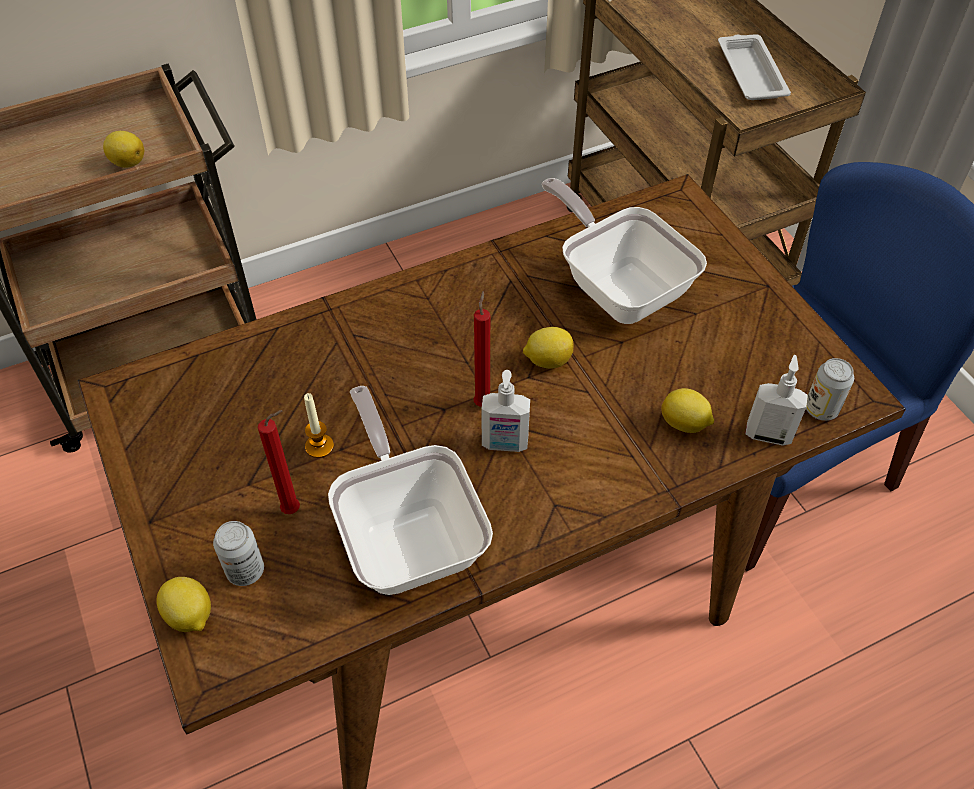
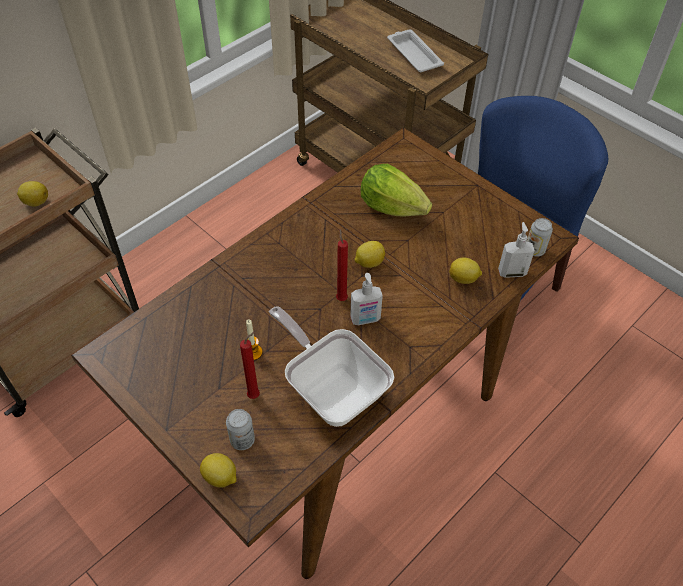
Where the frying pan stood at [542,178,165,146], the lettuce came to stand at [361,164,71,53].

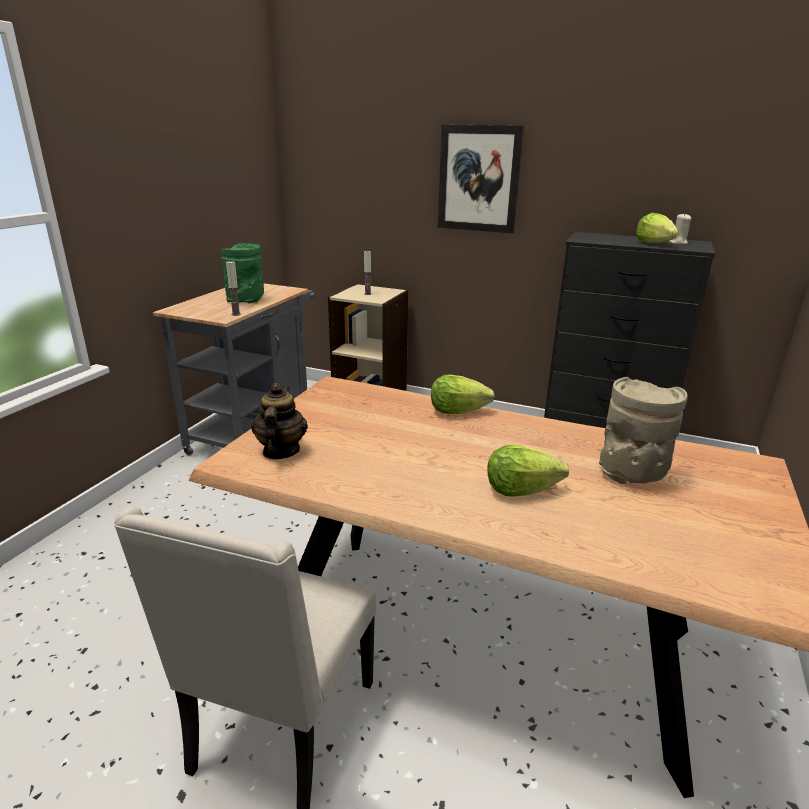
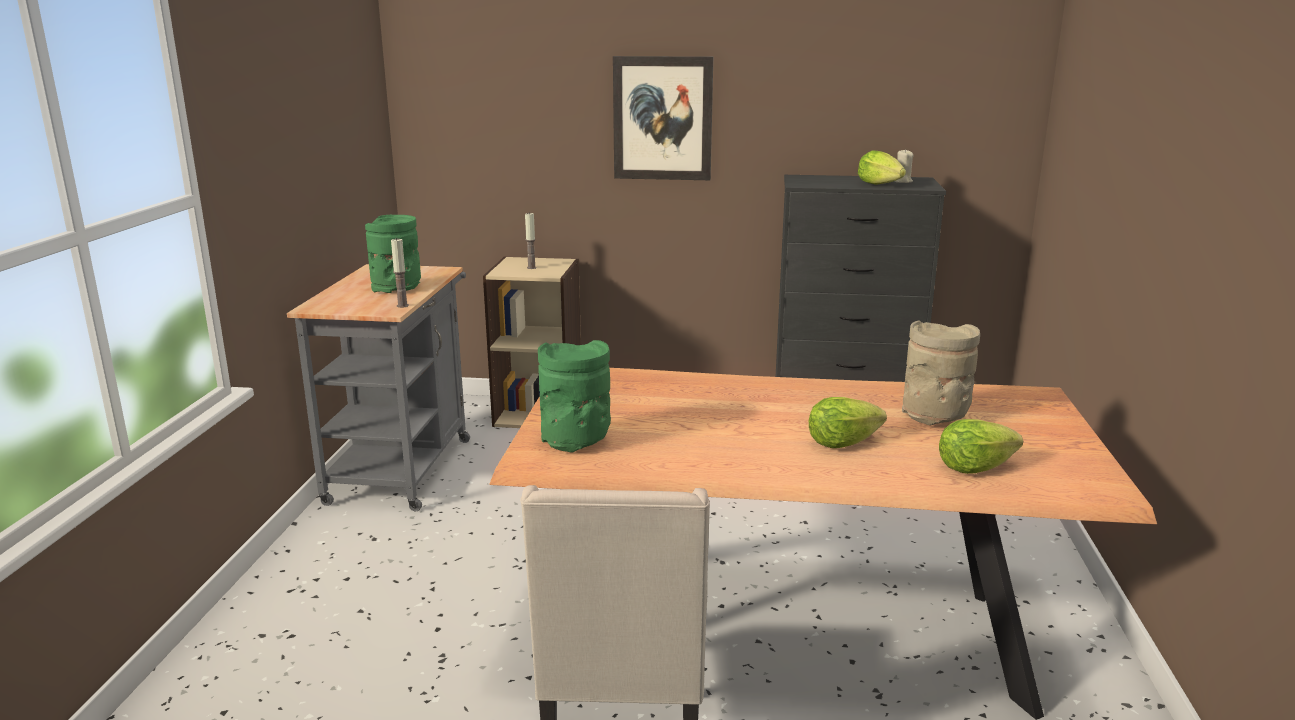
Where the teapot stood at [251,383,57,76], the vase (green) came to stand at [538,340,73,113].
The lettuce ended up elsewhere, having gone from [431,375,64,39] to [939,419,84,55].

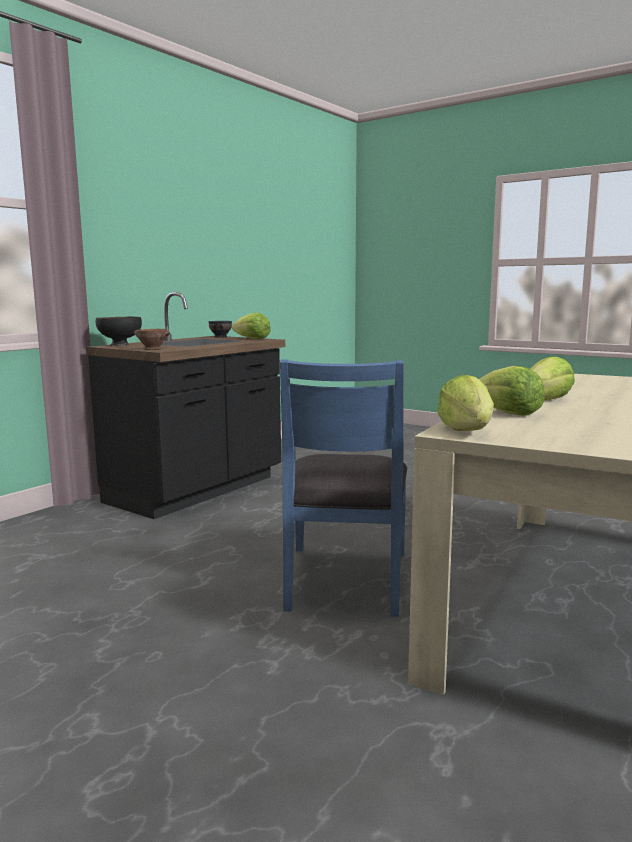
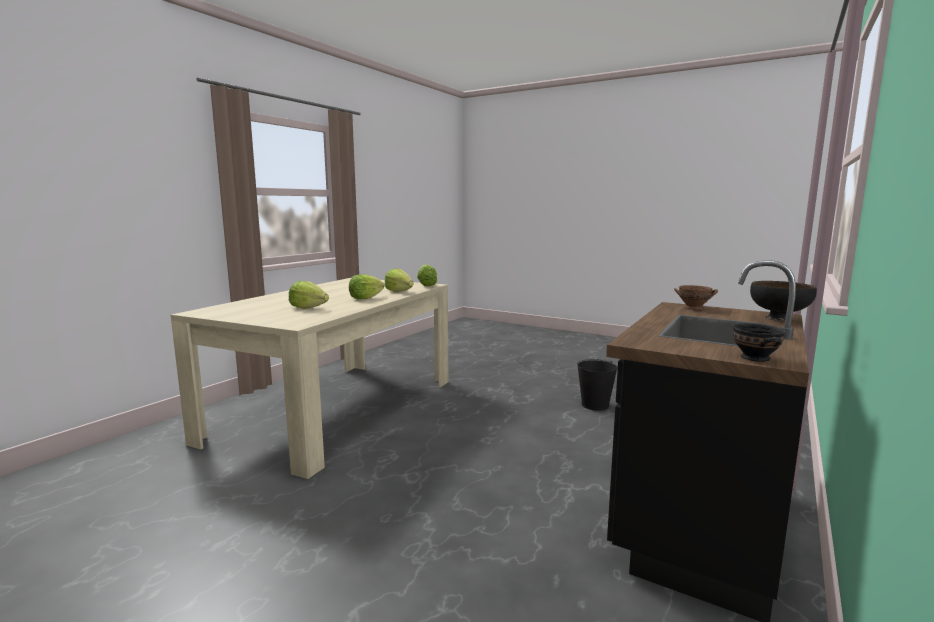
The lettuce ended up elsewhere, having gone from [232,313,39,26] to [289,281,40,28].
The second view gained the bucket (black) at [577,359,41,51].
The second view lost the chair (blue) at [280,359,127,258].

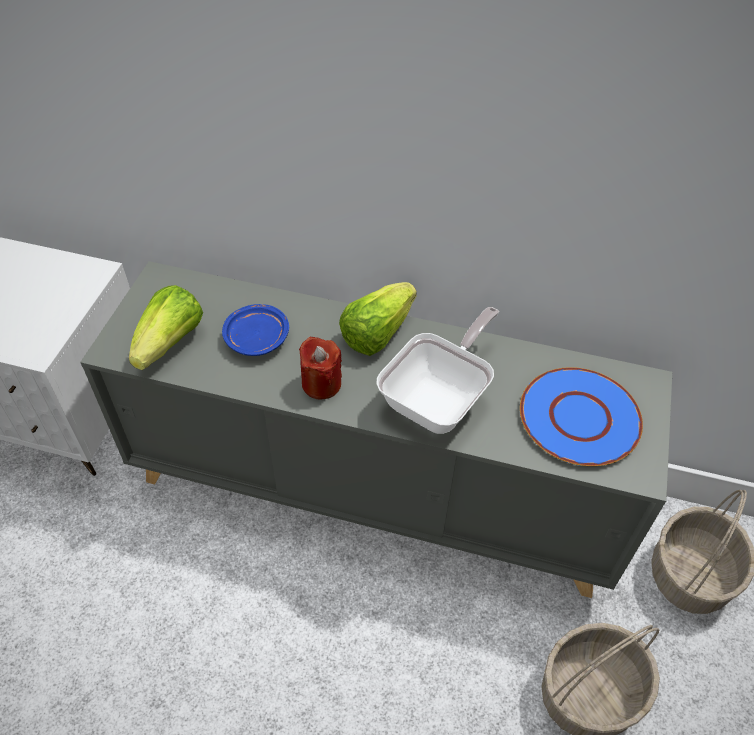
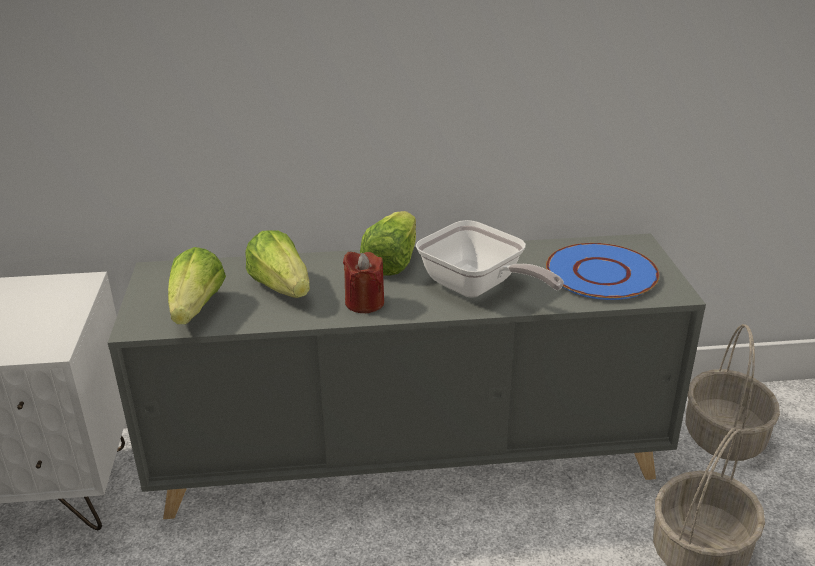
Where the plate (blue) stood at [222,304,67,52], the lettuce came to stand at [245,230,65,68].
The frying pan at [376,307,123,127] ended up facing another way, 120 degrees clockwise from before.

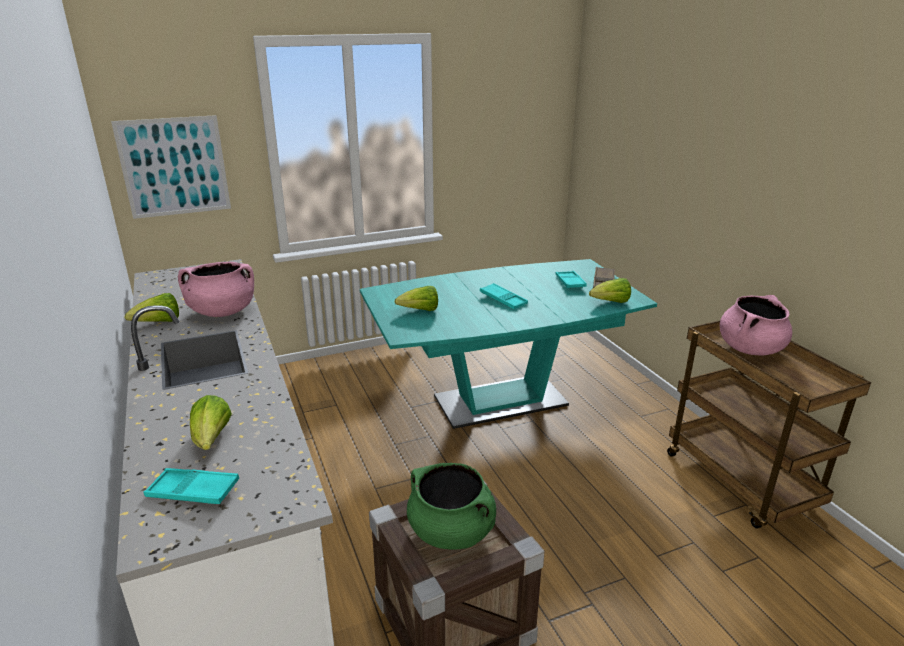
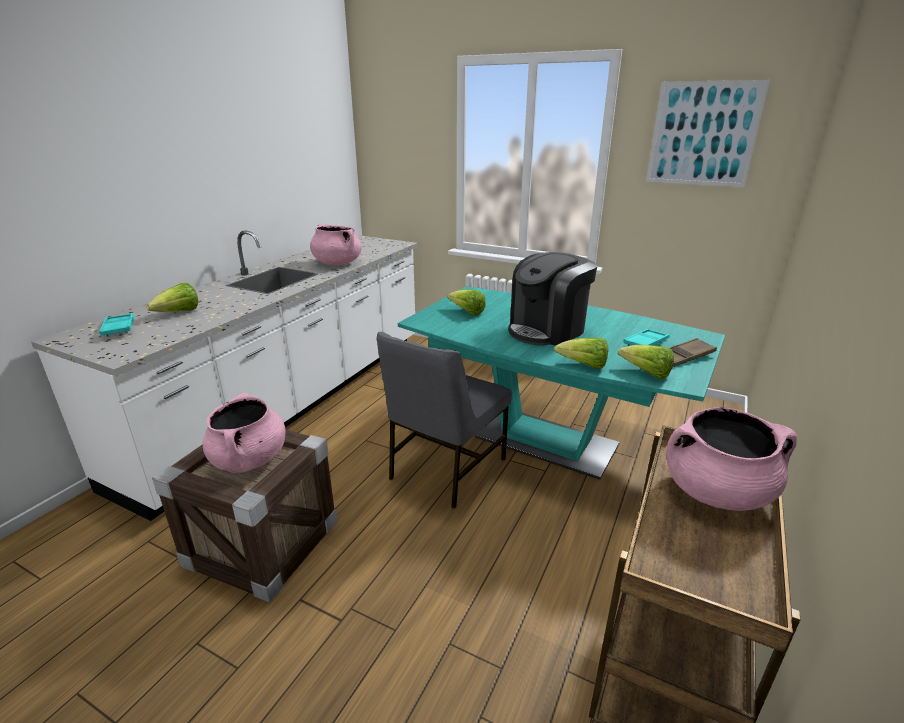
What was the cooking pot (green) at [407,463,89,87] turned into the cooking pot (pink) at [203,393,83,80].
The second view gained the chair (grey) at [377,332,135,177].
Where the tray (turquoise) stood at [480,283,48,26], the coffee machine came to stand at [508,252,89,94].
The lettuce ended up elsewhere, having gone from [124,293,55,29] to [554,338,54,31].
The picture ended up elsewhere, having gone from [111,115,120,104] to [646,80,124,107].

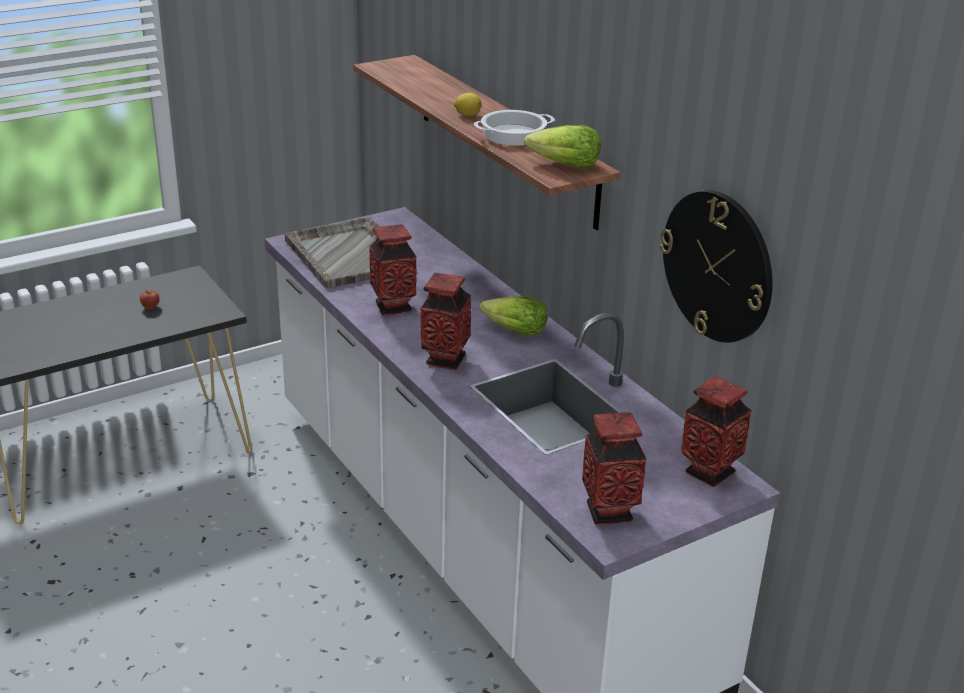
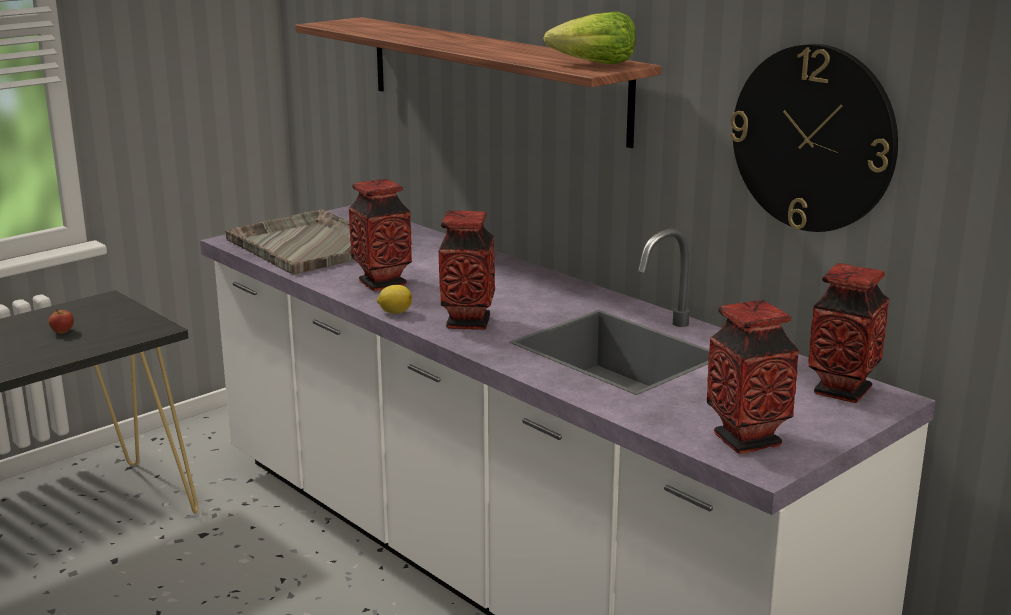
The lemon ended up elsewhere, having gone from [454,93,28,23] to [377,285,35,29].
The second view lost the cooking pot at [474,110,81,36].
The second view lost the lettuce at [480,296,67,40].

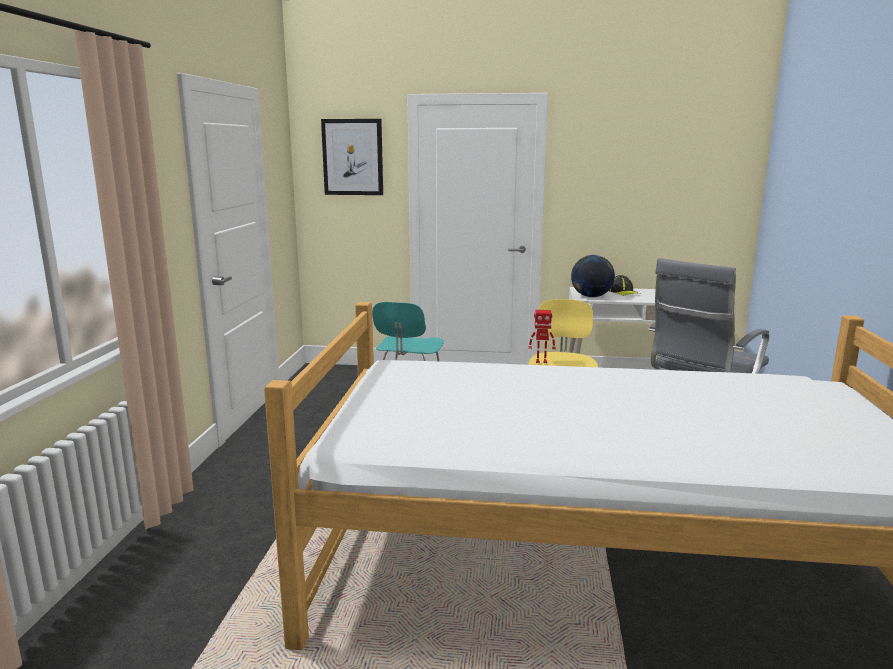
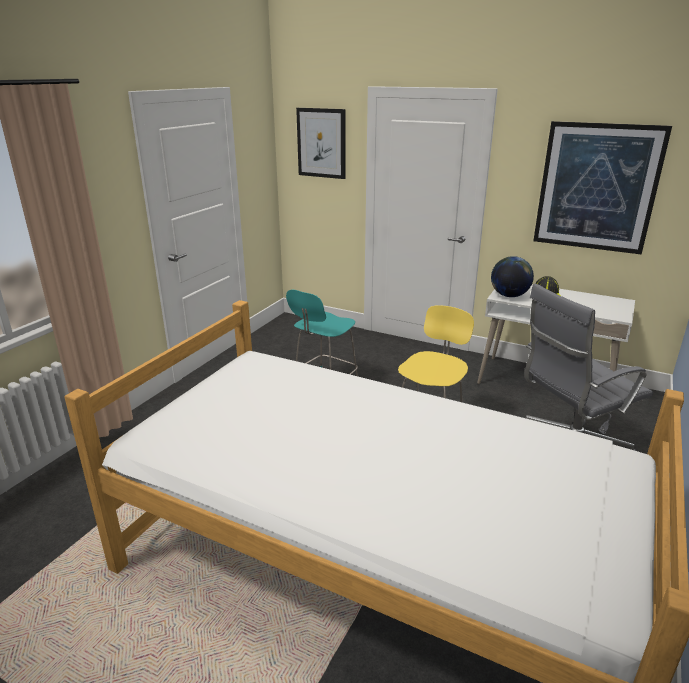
The second view gained the picture at [533,121,139,133].
The second view lost the toy robot at [529,310,27,53].

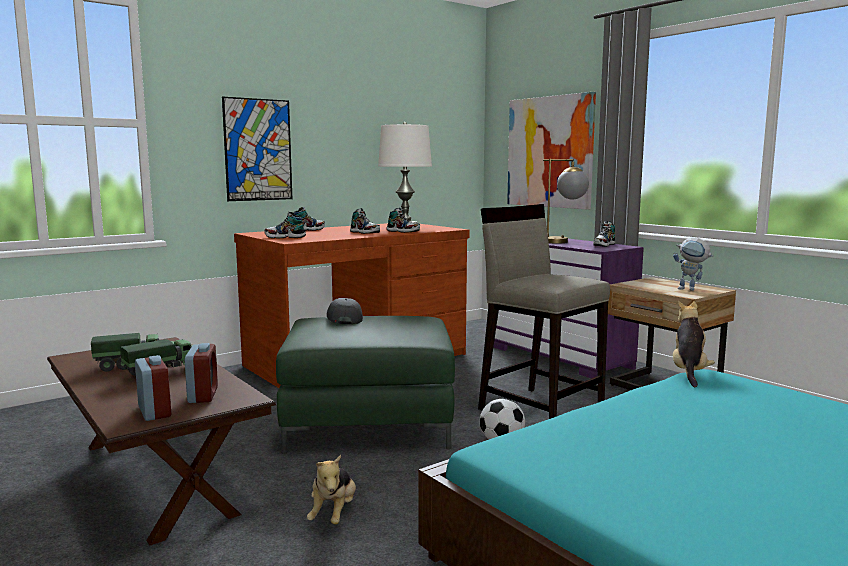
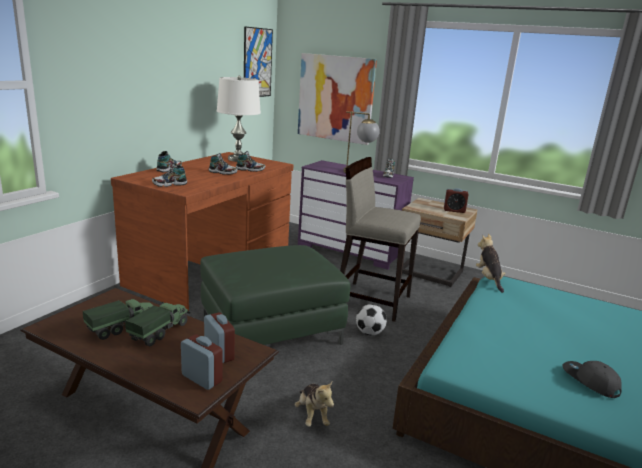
The picture ended up elsewhere, having gone from [222,96,71,105] to [244,26,29,71].
Where the toy robot stood at [673,237,41,54], the alarm clock came to stand at [444,188,25,25].
The cap (grey) ended up elsewhere, having gone from [326,298,37,26] to [562,361,60,37].

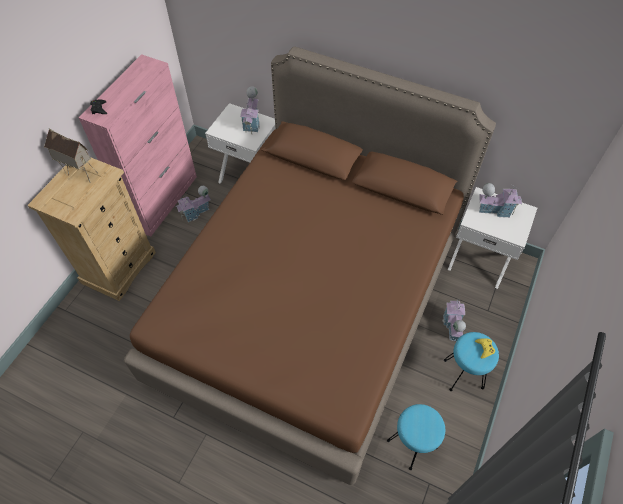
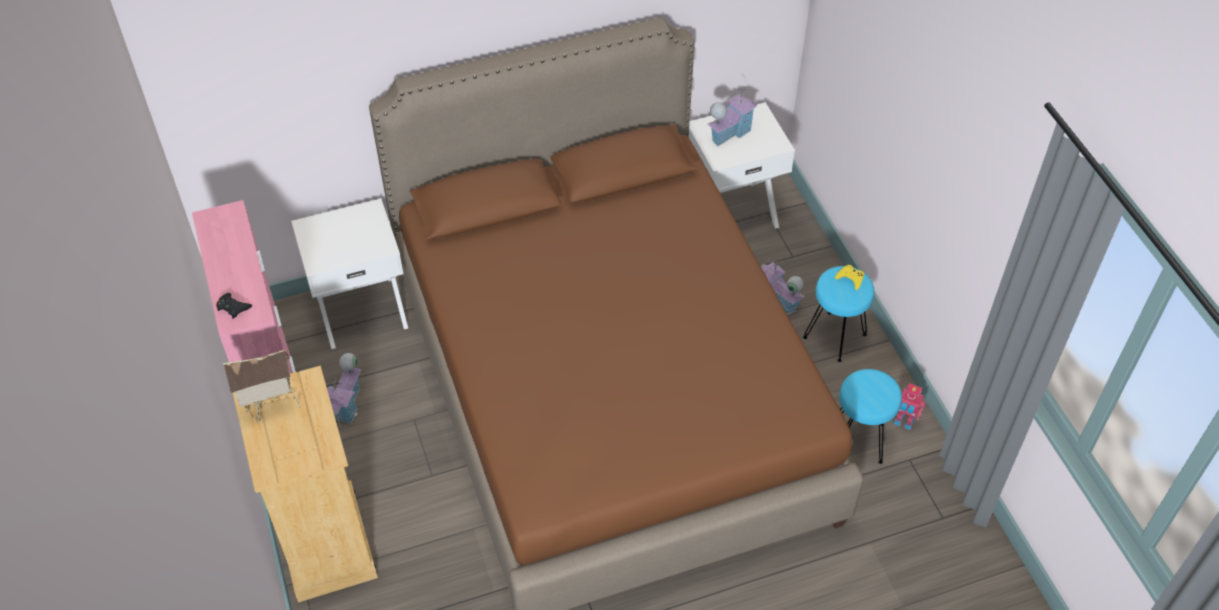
The second view gained the toy robot at [894,383,31,47].
The second view lost the toy house at [240,86,20,48].

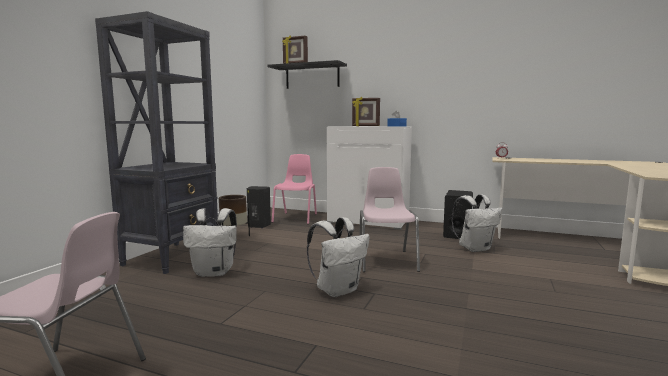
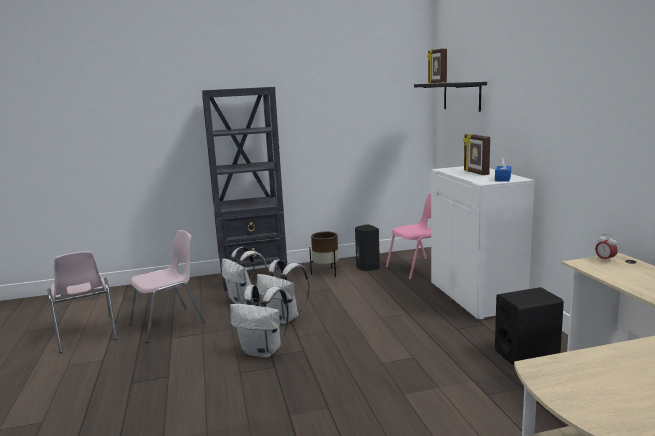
The chair (pink) ended up elsewhere, having gone from [359,167,61,105] to [129,230,77,113].
The backpack (white) ended up elsewhere, having gone from [452,194,51,58] to [257,260,53,64].

